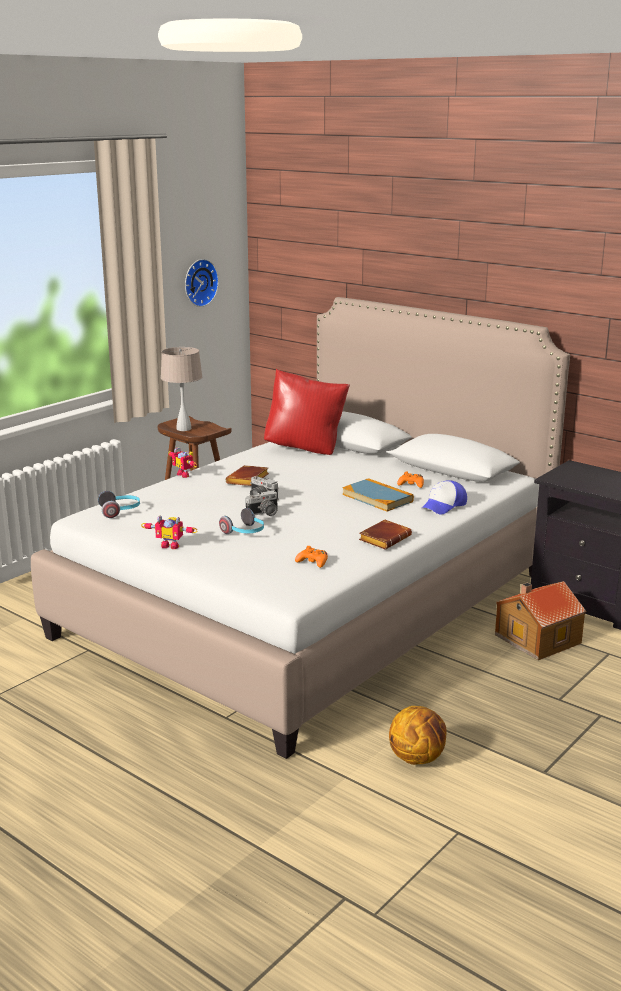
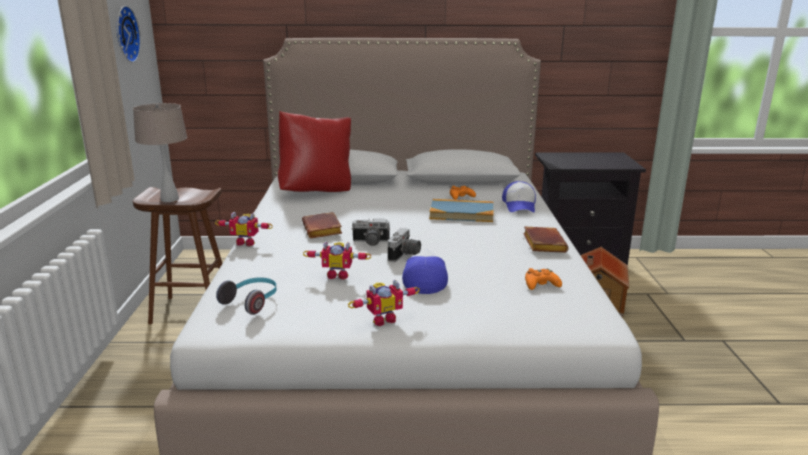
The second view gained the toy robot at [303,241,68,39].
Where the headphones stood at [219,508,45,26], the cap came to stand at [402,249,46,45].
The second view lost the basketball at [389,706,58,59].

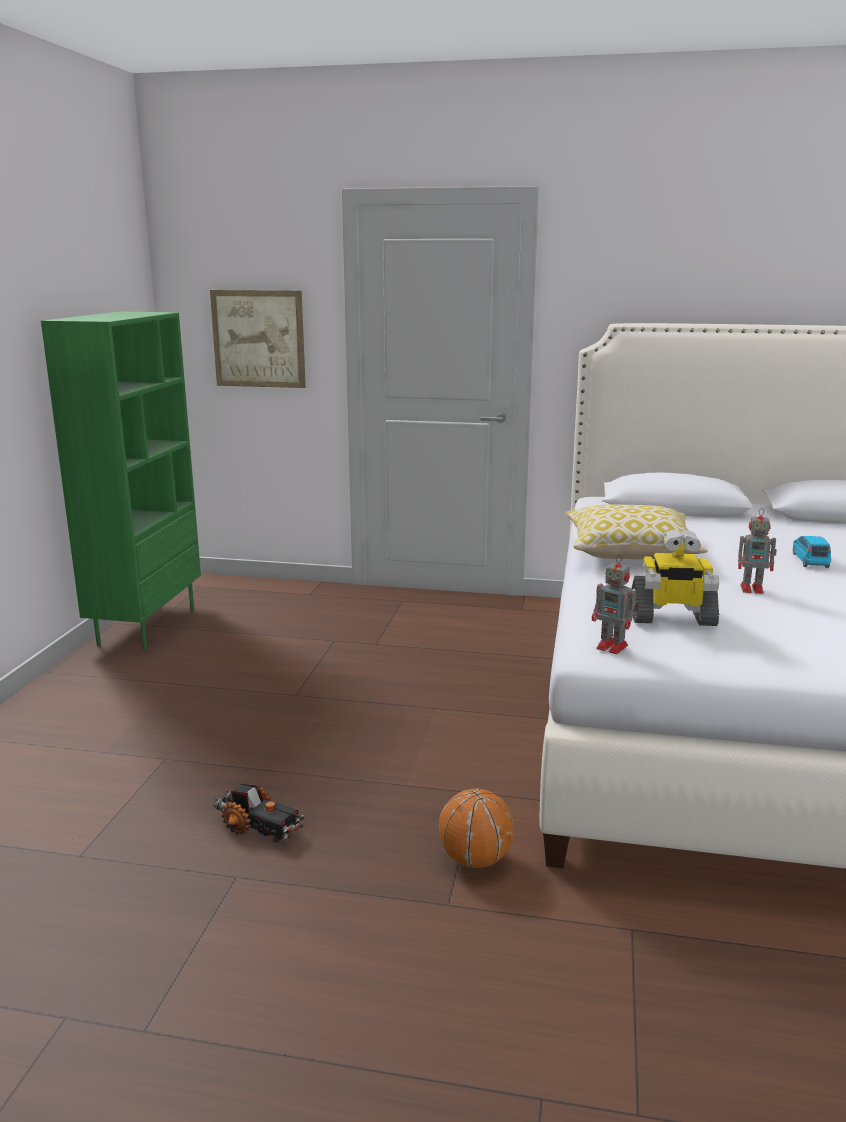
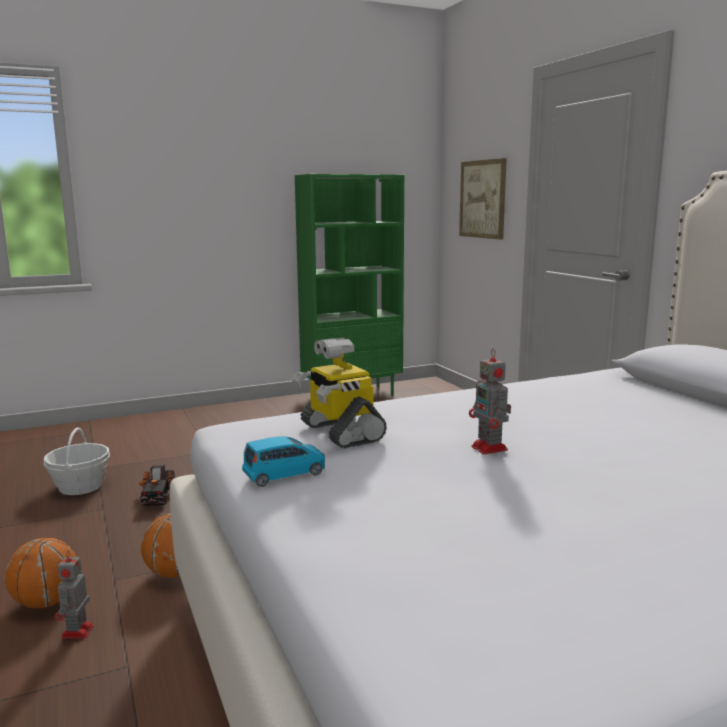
The second view gained the basketball at [4,538,73,70].
The second view gained the basket at [43,428,67,67].
The toy robot ended up elsewhere, having gone from [592,554,48,100] to [55,550,39,89].
The toy car (blue) ended up elsewhere, having gone from [793,536,38,32] to [242,436,83,51].
The second view lost the pillow at [566,505,142,54].

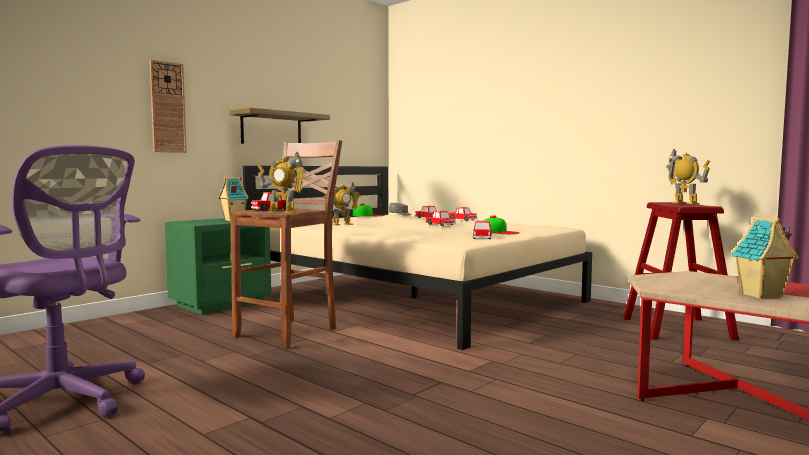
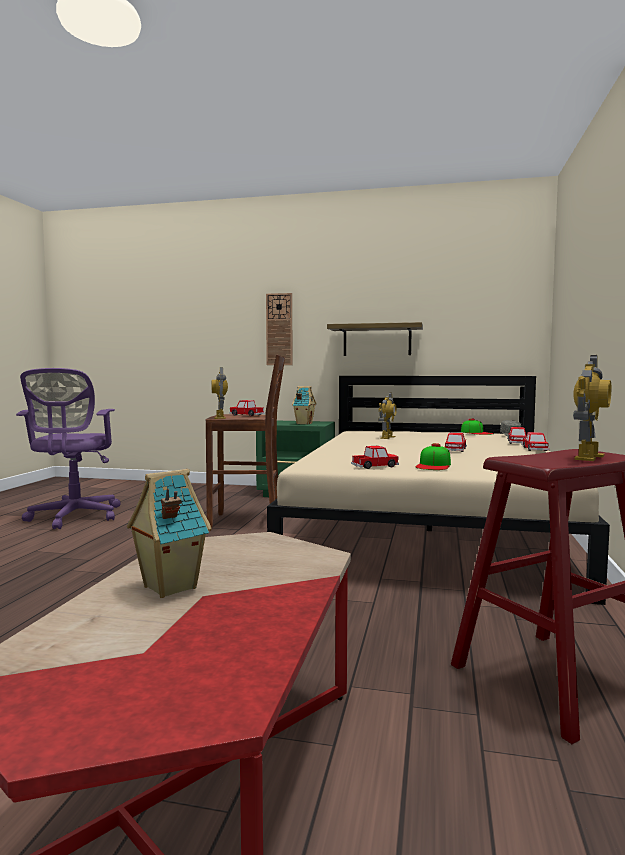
The toy robot at [323,181,37,45] ended up facing another way, 90 degrees counterclockwise from before.

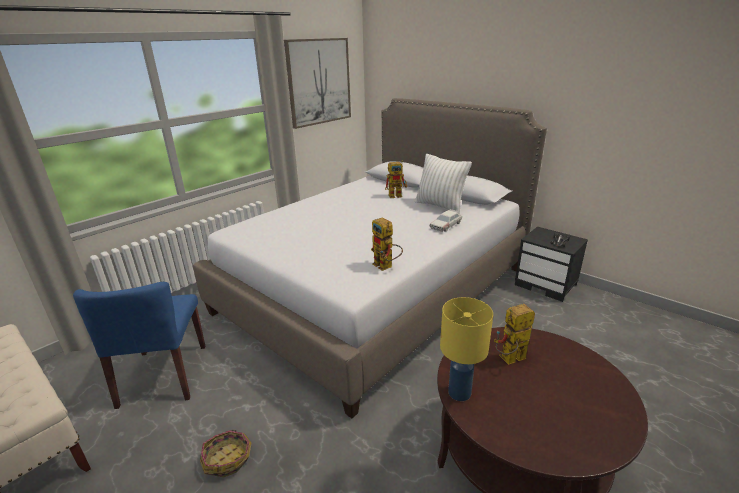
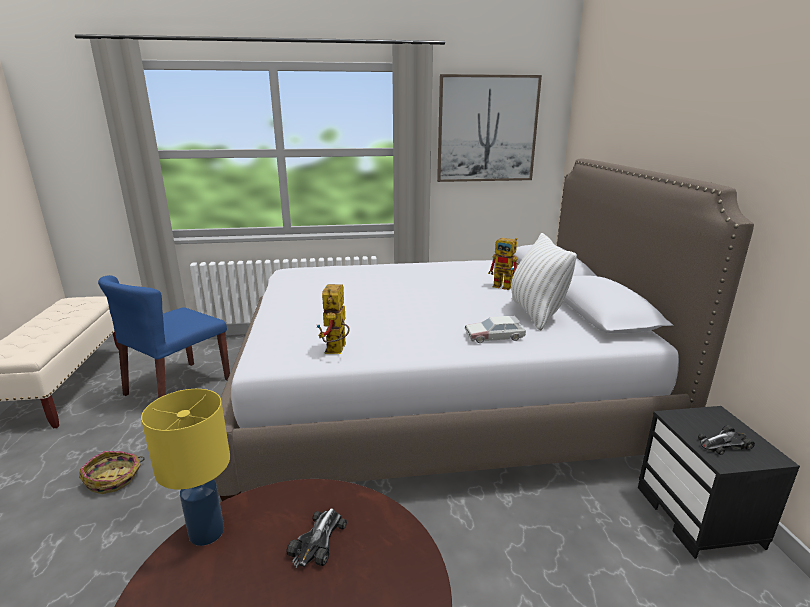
Where the toy robot stood at [494,304,41,61], the toy car came to stand at [286,508,61,60].

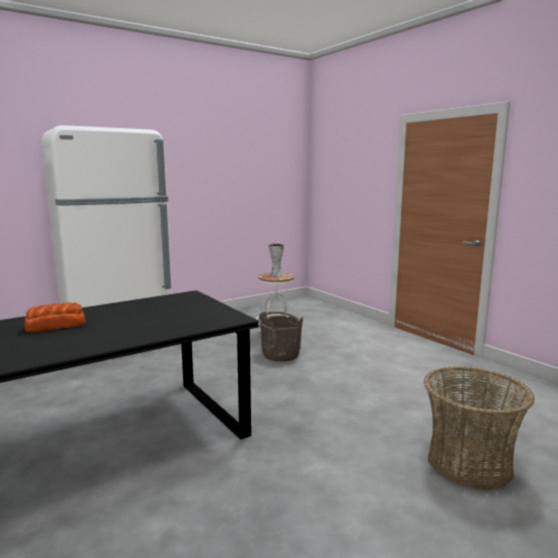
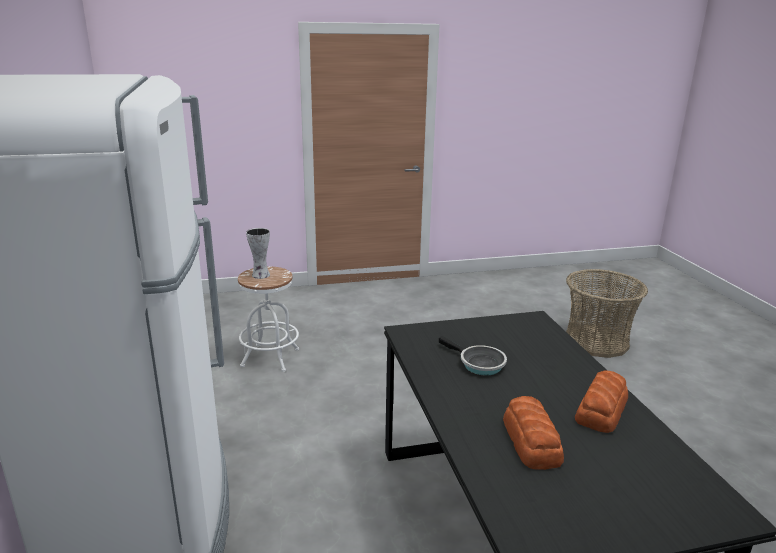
The second view gained the frying pan at [439,336,68,39].
The second view gained the bread at [575,370,53,63].
The second view lost the bucket (grey) at [259,312,44,50].

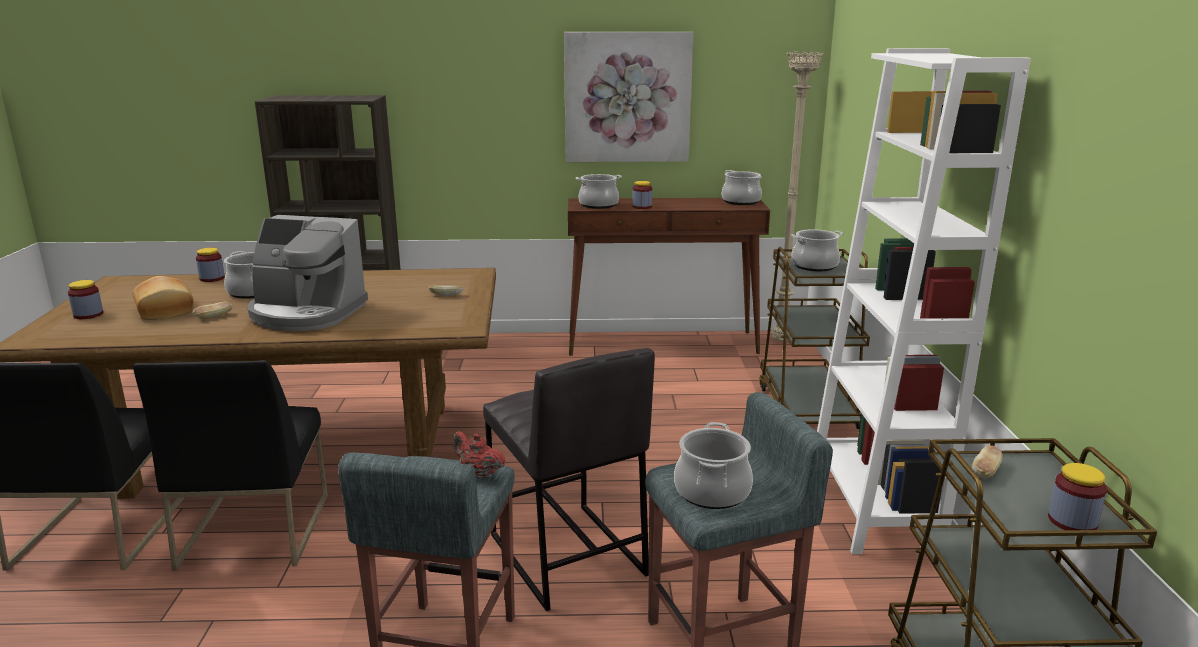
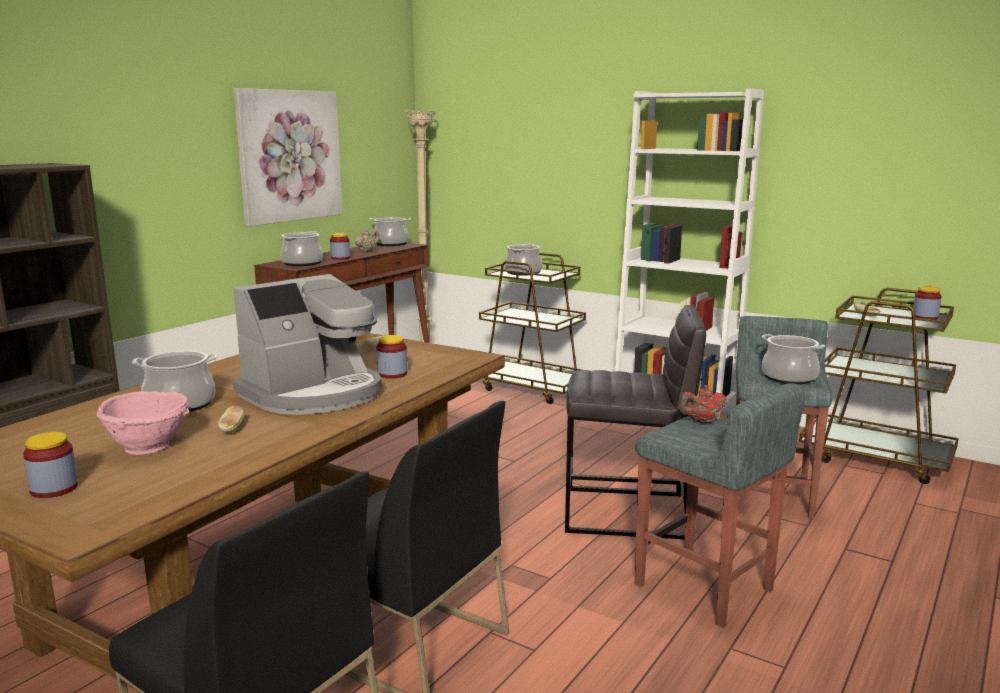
Where the bread stood at [133,276,61,44], the bowl (pink) came to stand at [96,391,94,64].
The second view gained the teapot (beige) at [355,228,25,24].
The jar ended up elsewhere, having gone from [196,248,29,34] to [376,335,31,44].

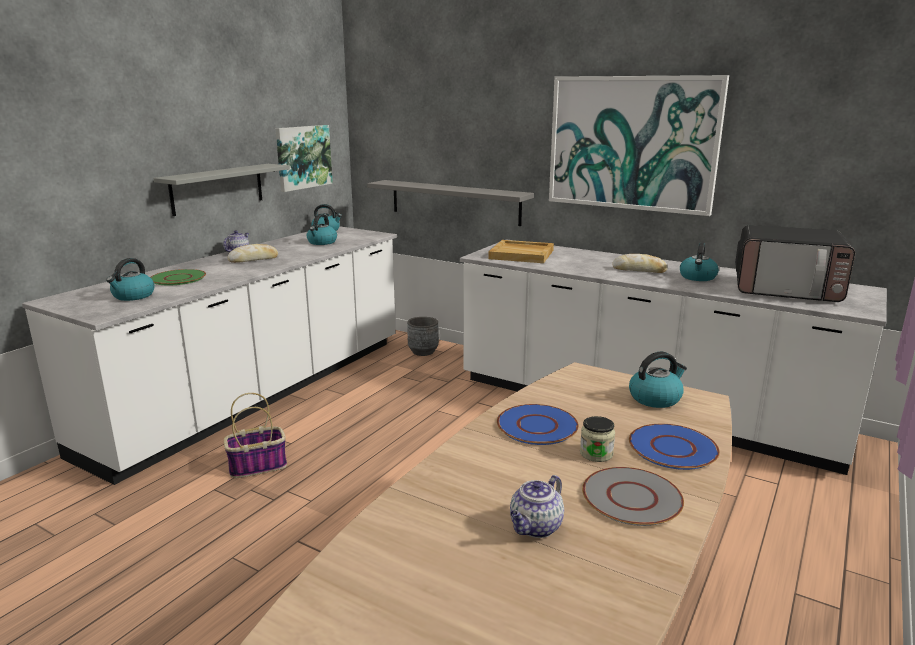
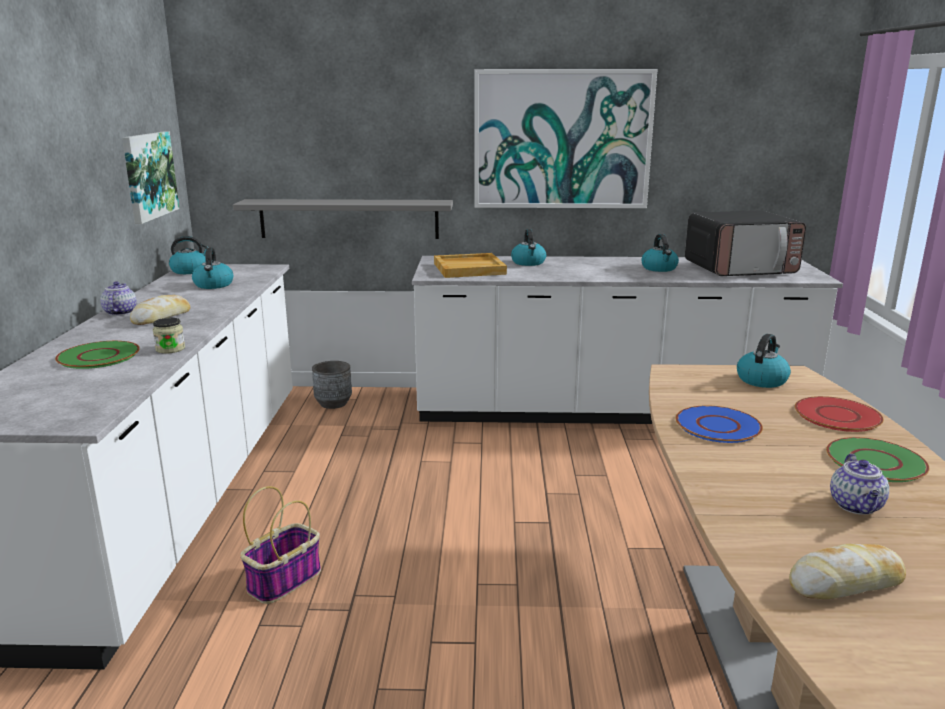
The jar ended up elsewhere, having gone from [580,416,35,46] to [153,318,32,36].
The kettle ended up elsewhere, having gone from [106,258,49,43] to [511,229,35,37].
The bread ended up elsewhere, having gone from [612,254,56,19] to [789,543,117,56].
What was the plate (blue) at [629,424,91,46] turned into the plate (red) at [795,396,89,36].
What was the plate (grey) at [582,467,102,59] turned into the plate (green) at [826,437,103,45].
The second view lost the shelf (grey) at [153,164,137,52].

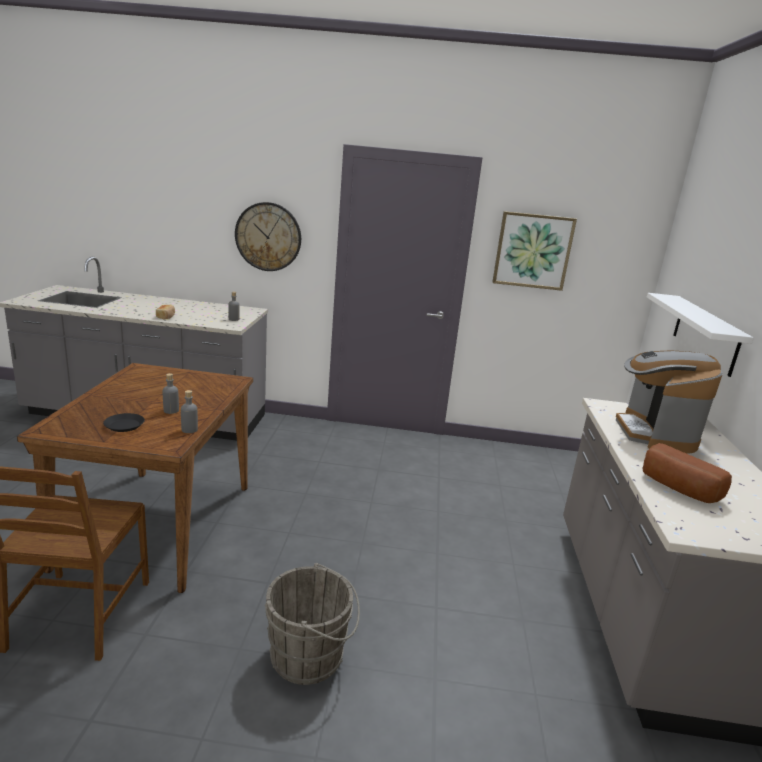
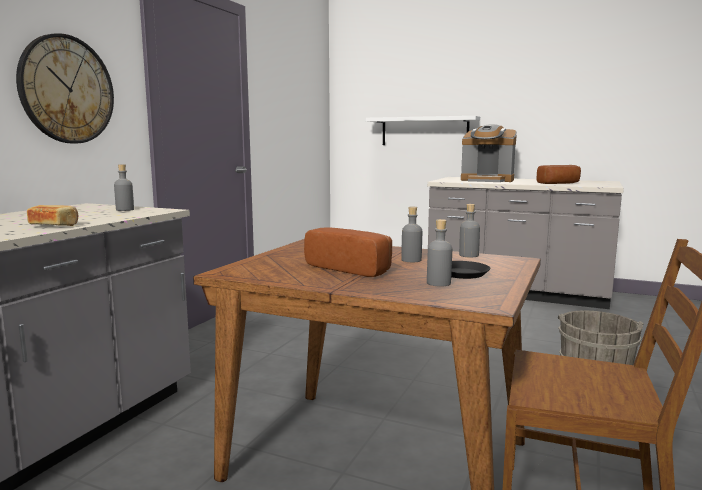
The second view gained the bread at [304,227,88,50].
The second view gained the bottle (grey) at [427,219,25,68].
The second view lost the picture at [492,211,85,80].

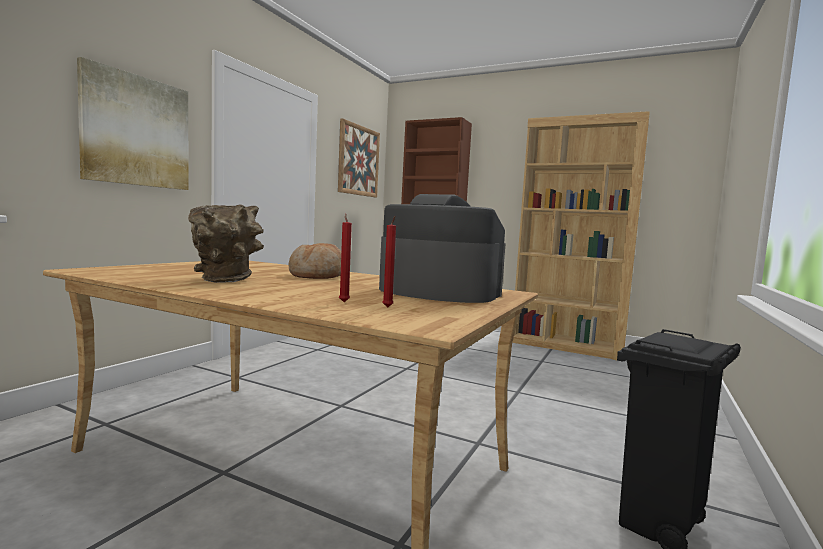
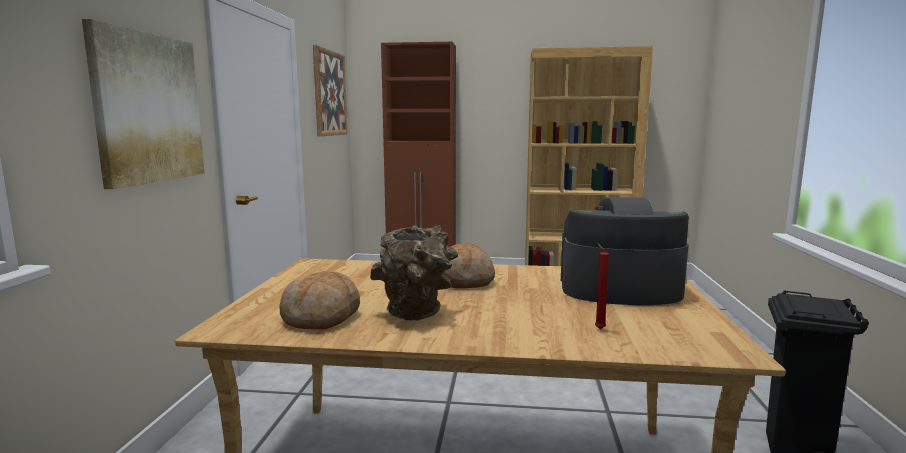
The second view gained the bread at [279,271,81,58].
The second view lost the candle (red) at [382,216,14,92].

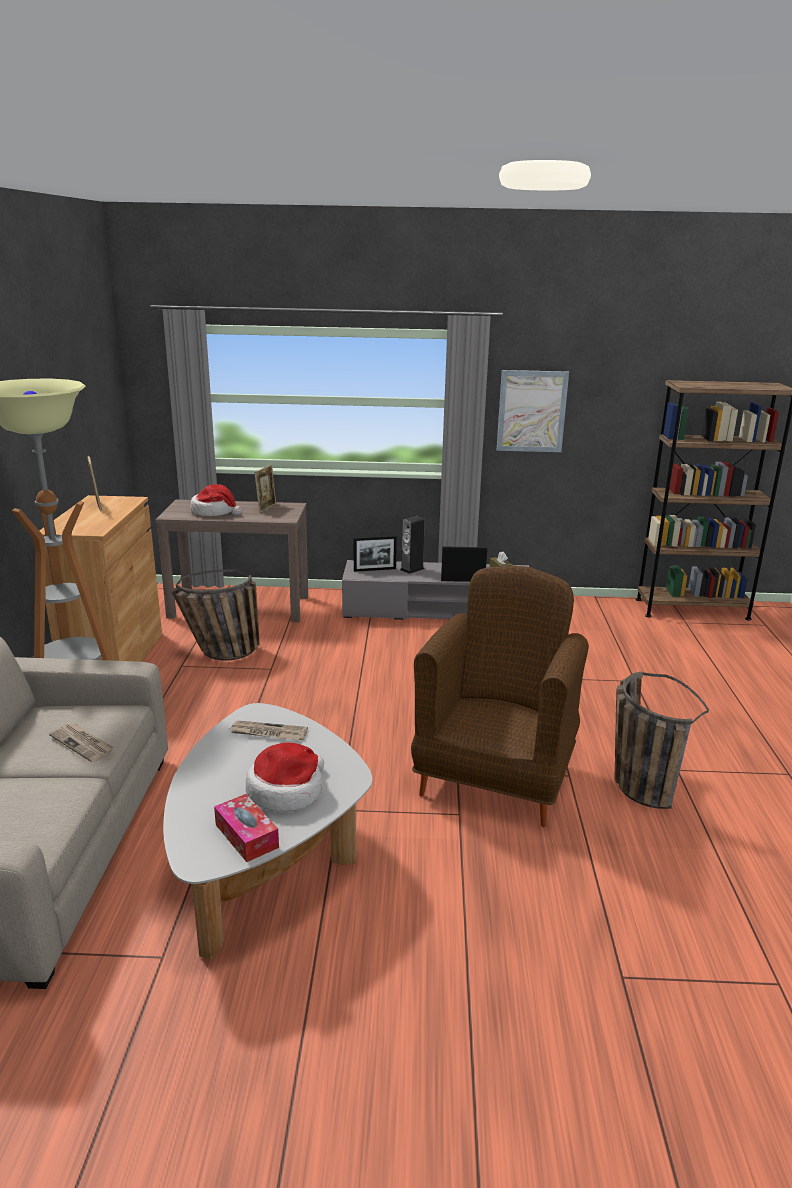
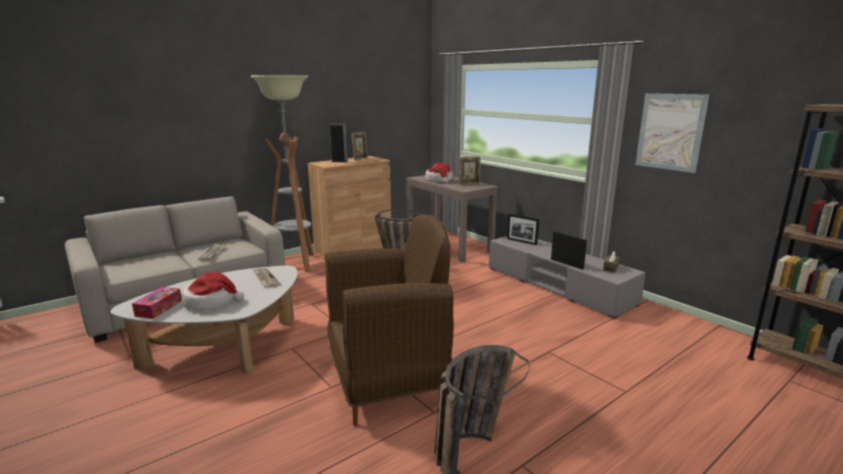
The speaker ended up elsewhere, having gone from [400,516,25,58] to [330,124,18,38].

